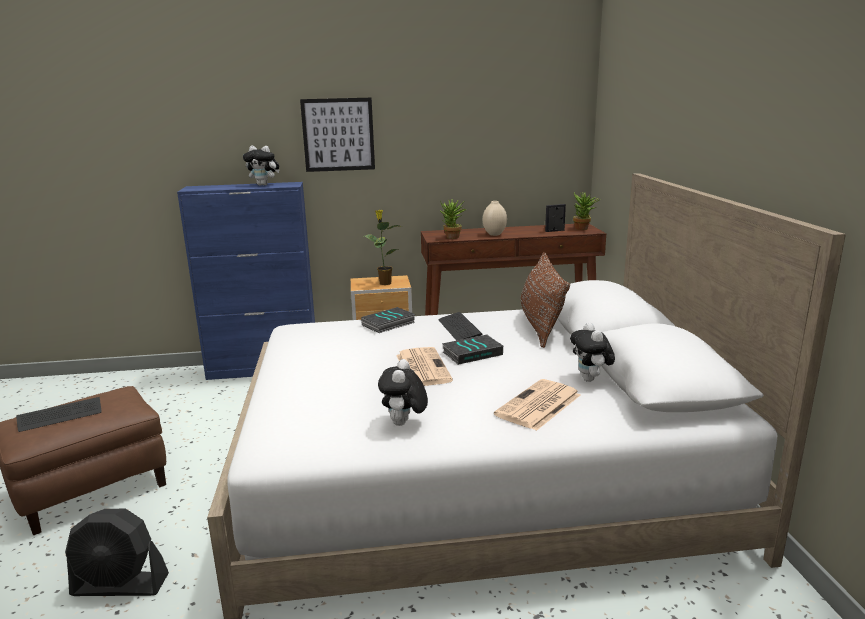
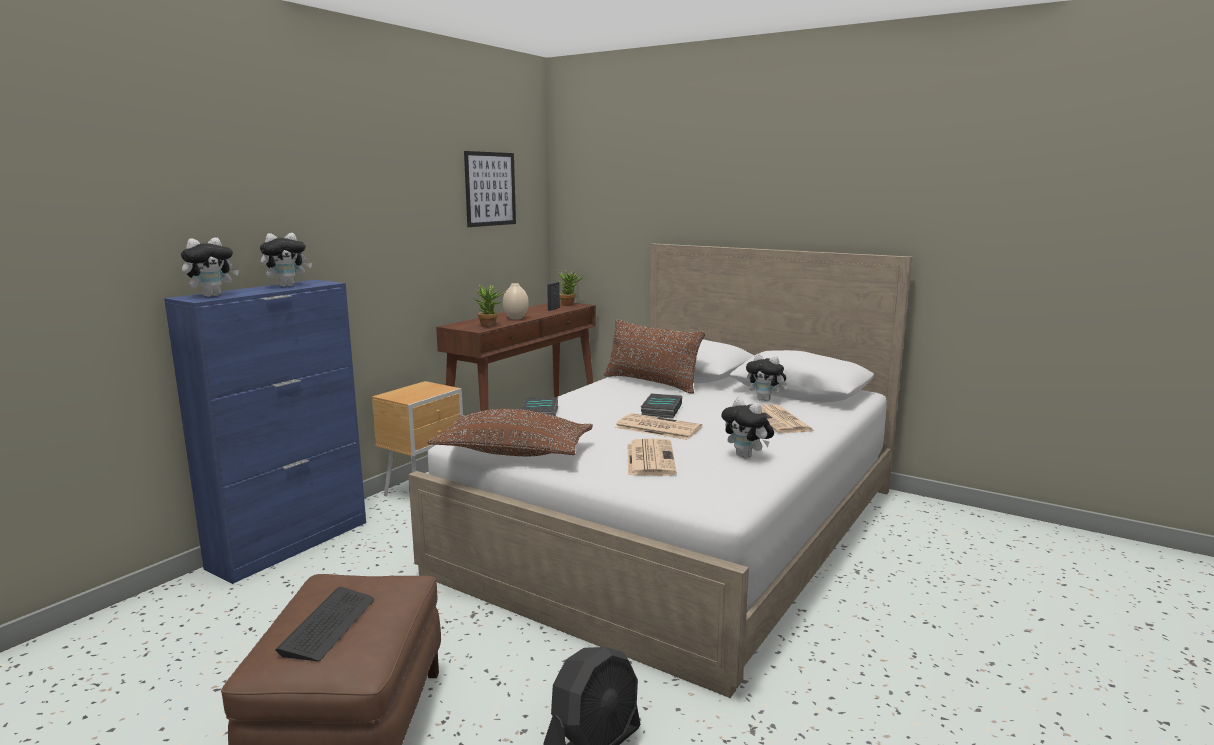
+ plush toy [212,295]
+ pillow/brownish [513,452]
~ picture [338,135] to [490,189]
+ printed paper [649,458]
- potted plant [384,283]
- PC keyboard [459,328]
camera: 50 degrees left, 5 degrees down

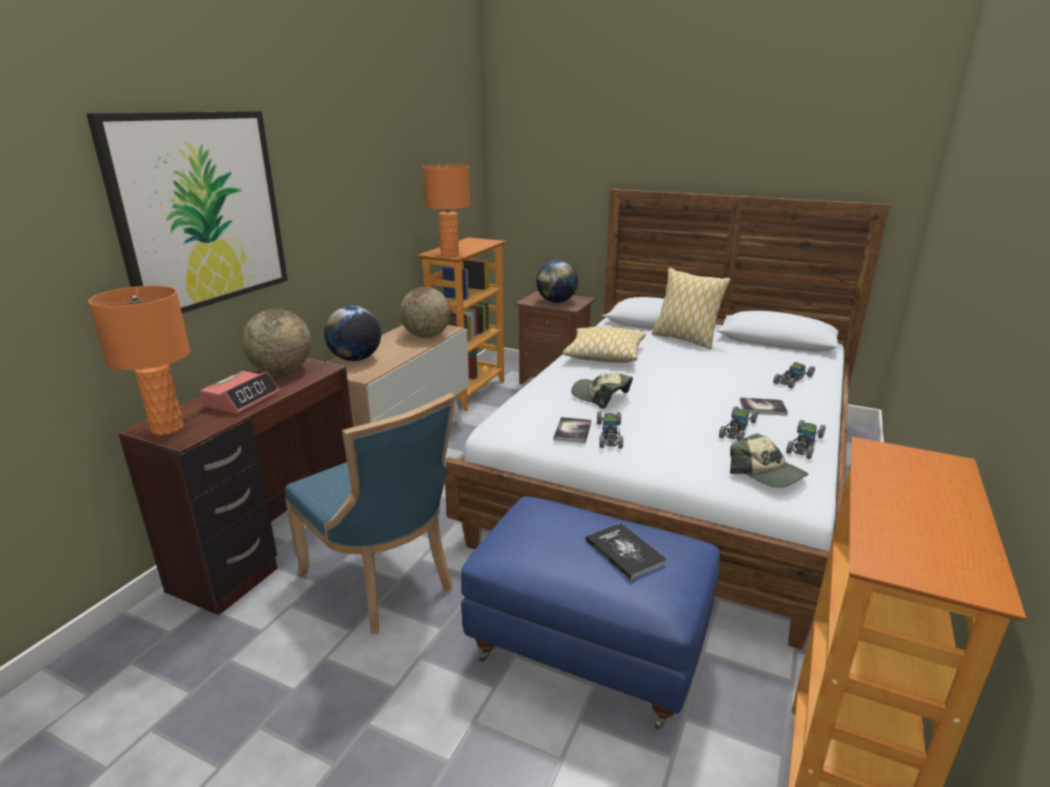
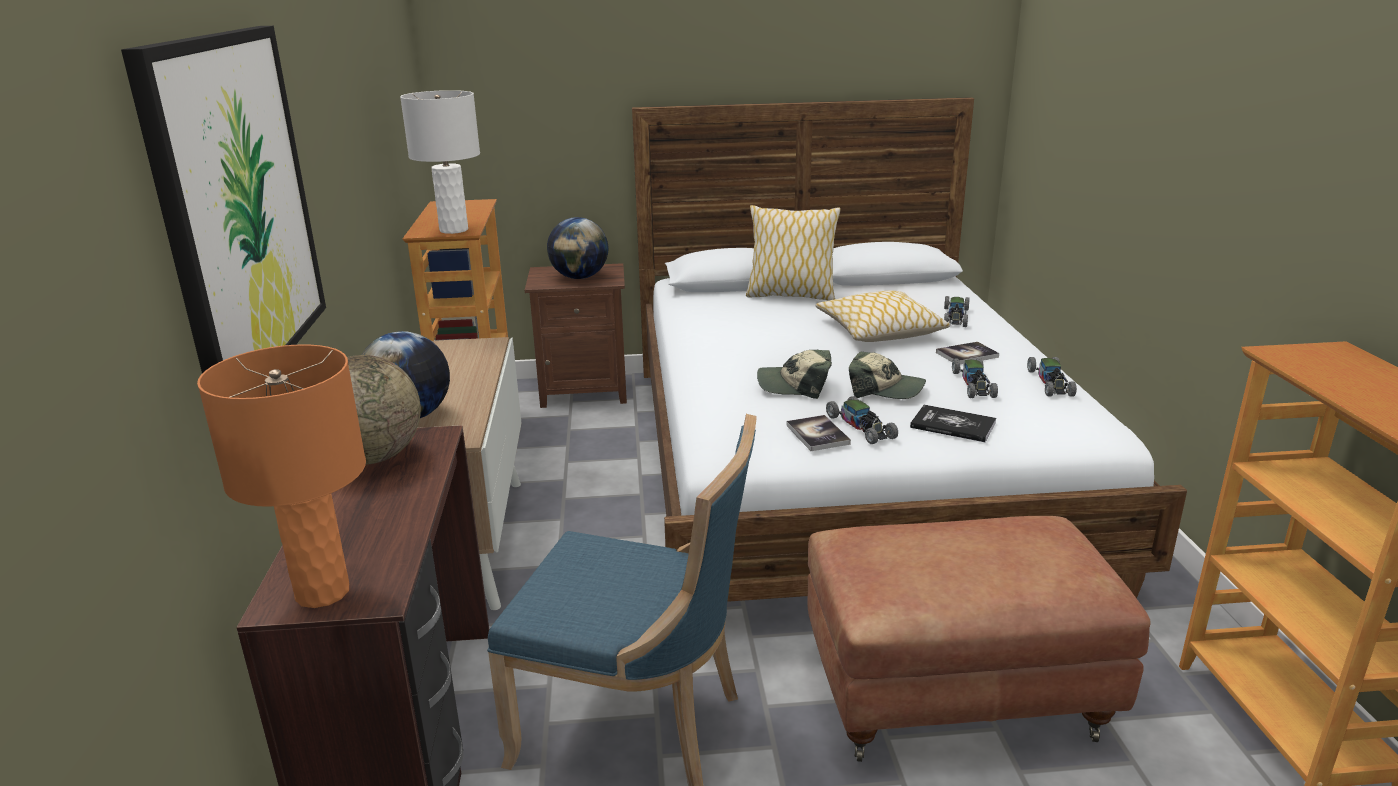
~ table lamp/orangey [449,254] to table lamp/white-coloured [453,230]
~ ottoman/bluish [589,649] to ottoman/brownish [954,694]
~ pillow [604,355] to [879,331]
~ baseball cap [767,473] to [885,390]
~ book [625,551] to [953,425]
- alarm clock [242,400]
- world globe [427,336]
camera: 30 degrees left, 0 degrees up

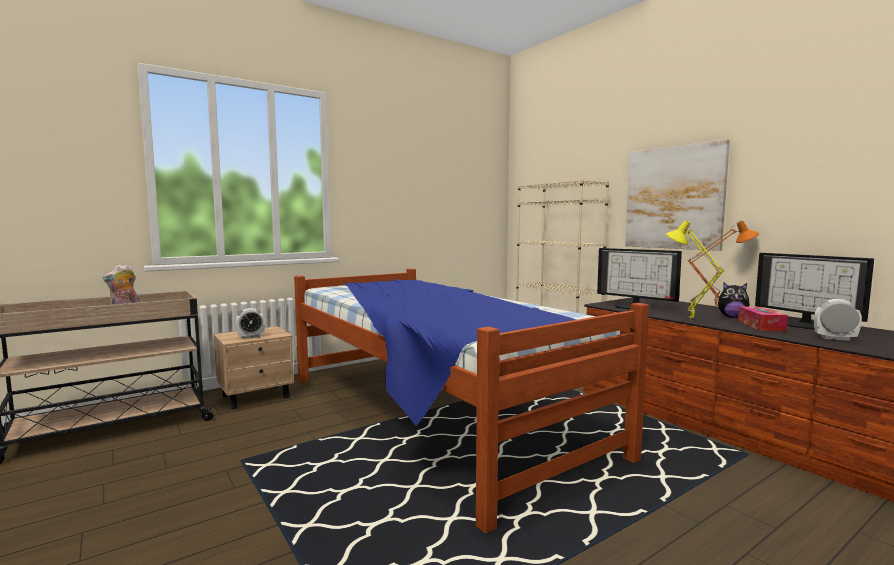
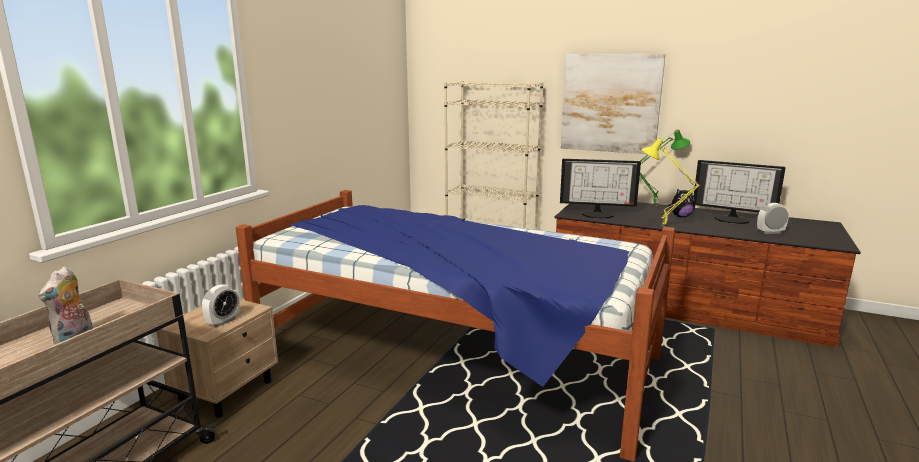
~ table lamp/orangey [717,308] to table lamp/green-coloured [655,205]
- box of tissues [761,325]
camera: 30 degrees left, 10 degrees up

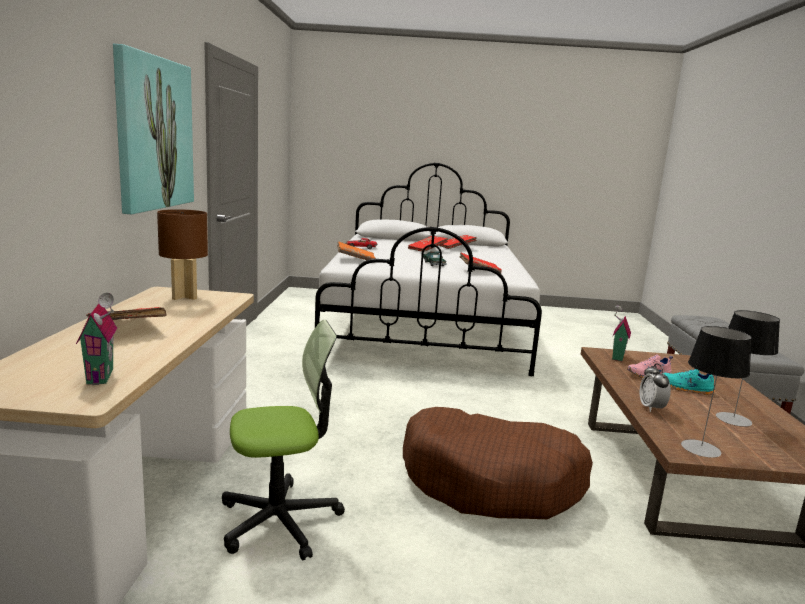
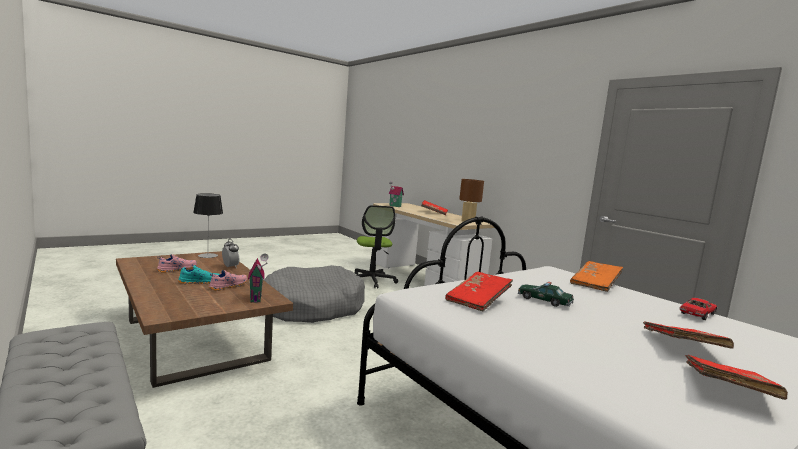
~ table lamp [733,419] to item of footwear/pink [177,269]
~ pet bed/brownish [491,481] to pet bed/gray [312,307]
~ computer chair [280,520] = [372,280] 45 degrees counterclockwise
- picture [153,134]
camera: 140 degrees right, 5 degrees down

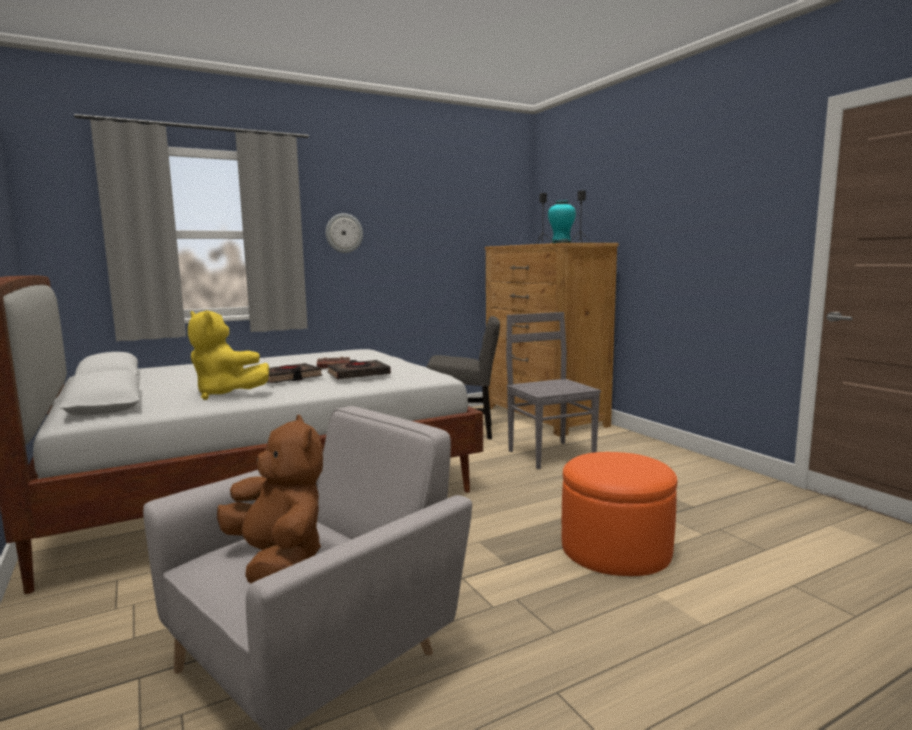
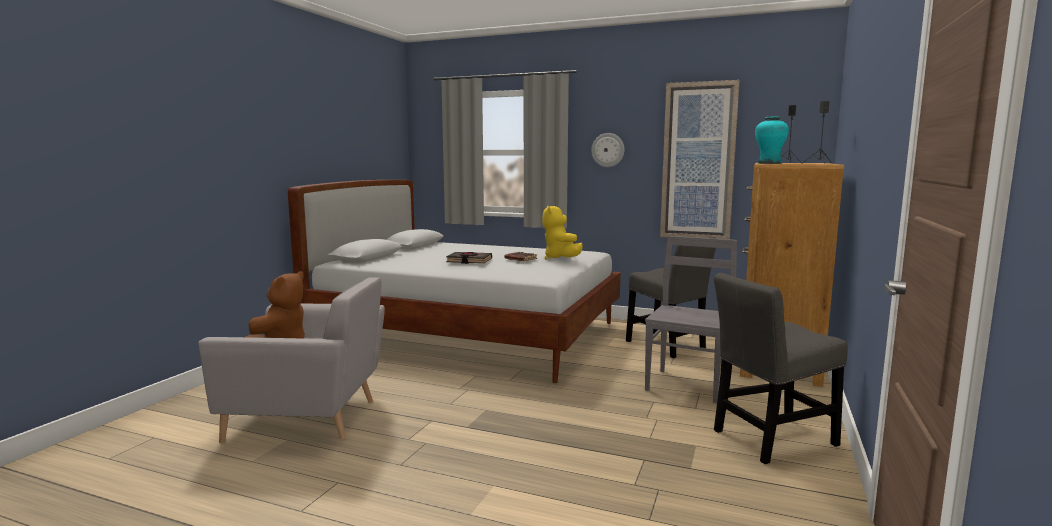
~ plush toy/yellow [225,394] to [561,259]
+ picture [698,161]
+ chair/gray [770,439]
- book/black-coloured [358,374]
- ottoman/orangey [616,549]
camera: 50 degrees right, 0 degrees up

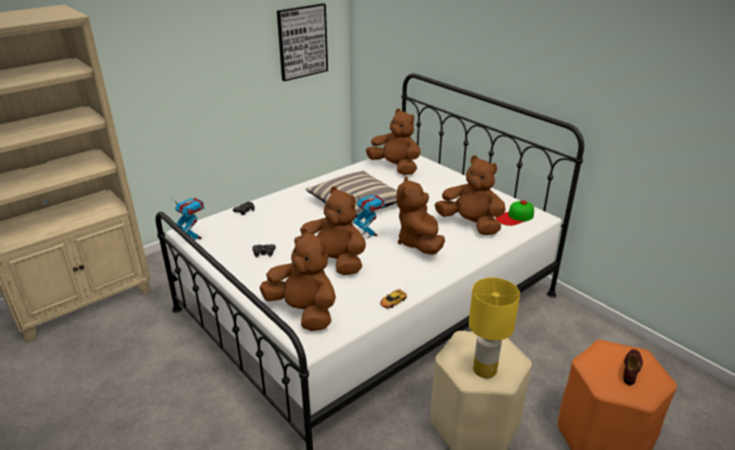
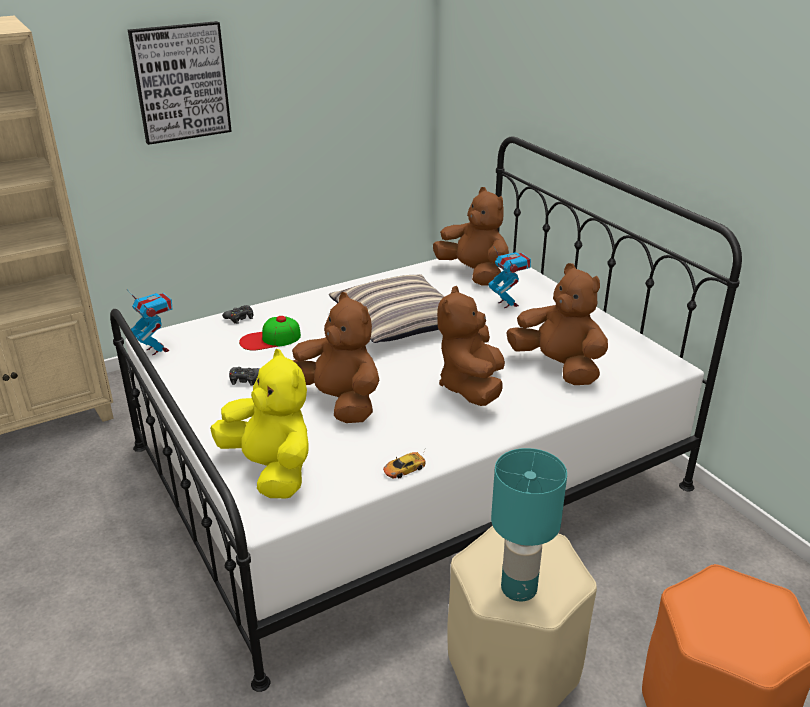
~ picture [302,41] to [181,82]
~ plush toy/brownish [303,312] to plush toy/yellow [271,469]
~ baseball cap [515,217] to [270,339]
~ robot figure [369,234] to [507,303]
~ table lamp/yellow [484,370] to table lamp/turquoise [518,589]
- item of footwear/brownish [631,369]
camera: 10 degrees right, 0 degrees up

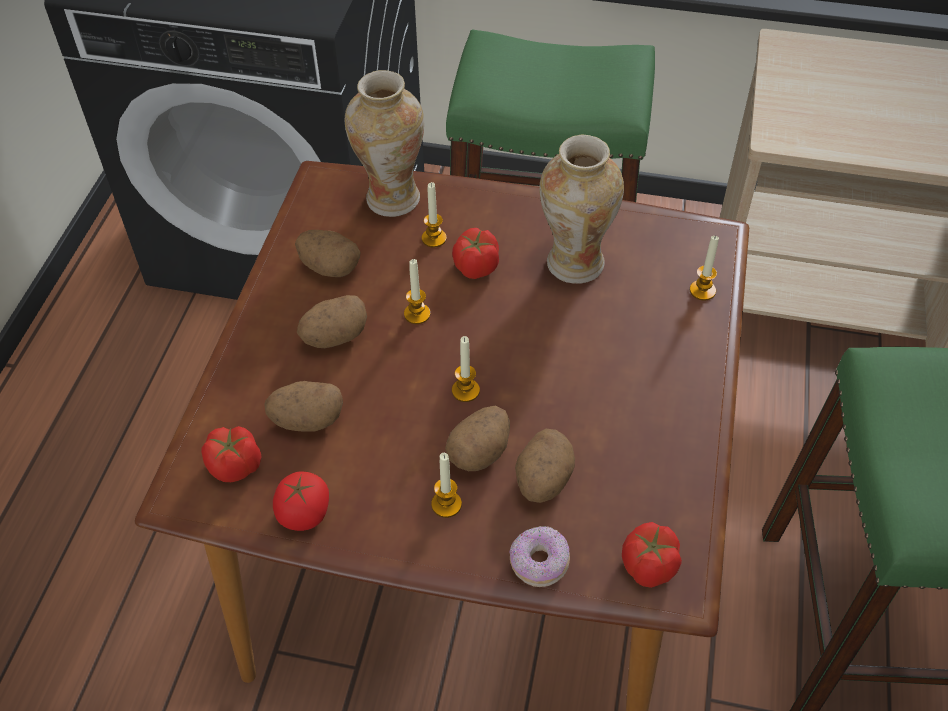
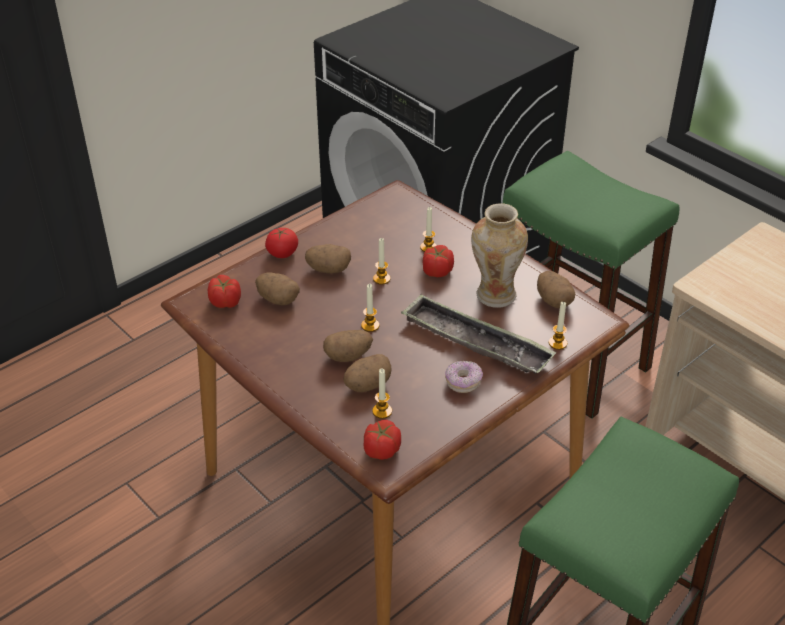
~ tomato [304,513] to [282,253]
~ wax light [446,504] to [382,411]
+ serving tray [476,342]
~ doughnut [538,563] to [463,382]
~ potato [329,267] to [553,300]
- vase [391,198]
camera: 35 degrees right, 10 degrees down

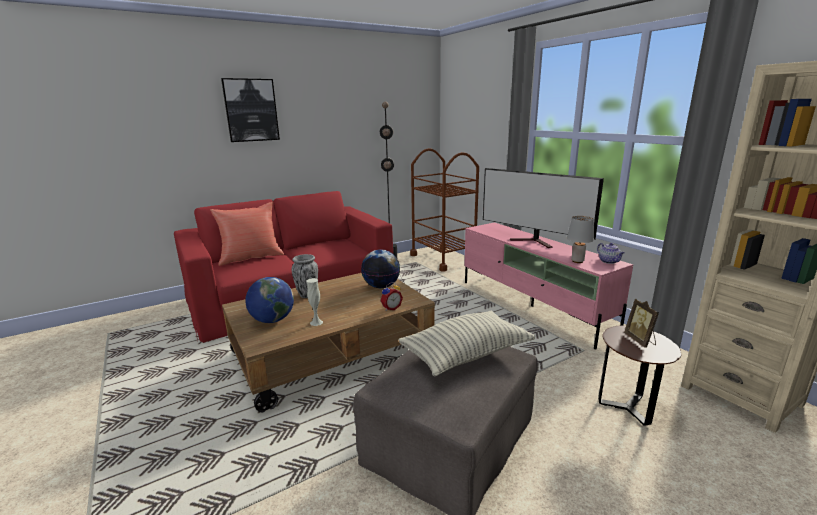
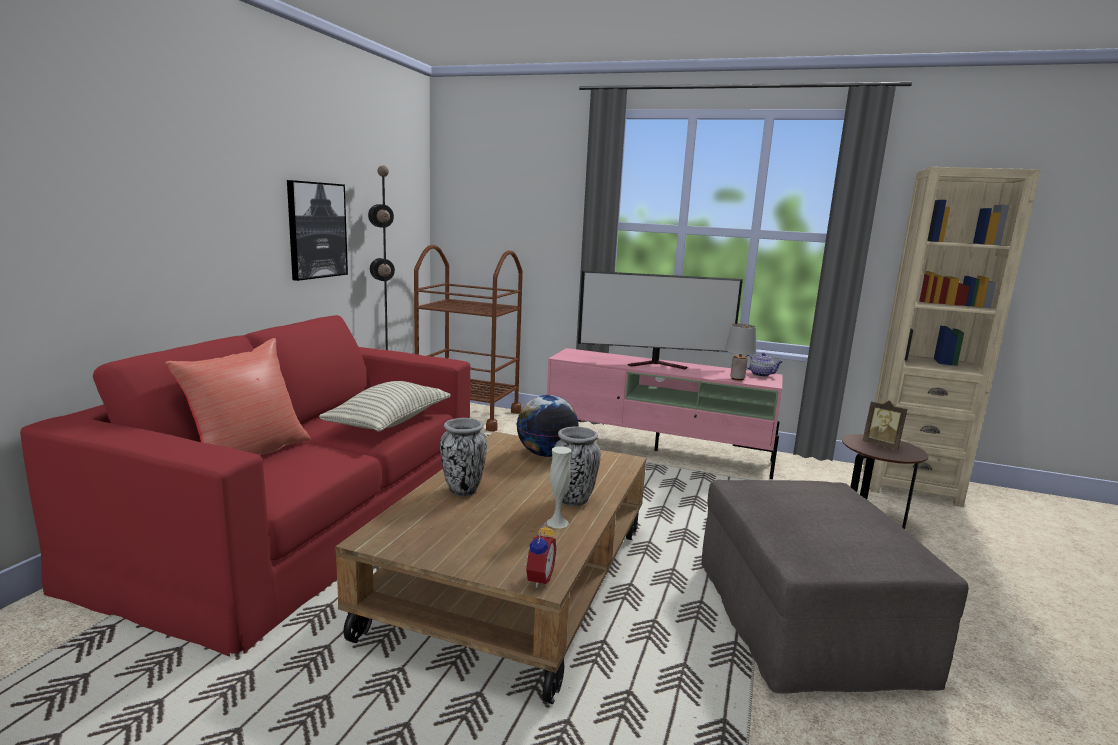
~ picture [251,110] to [316,230]
~ pillow [466,354] to [389,423]
~ alarm clock [391,308] to [537,578]
+ vase [573,500]
- world globe [272,320]
camera: 40 degrees left, 5 degrees down

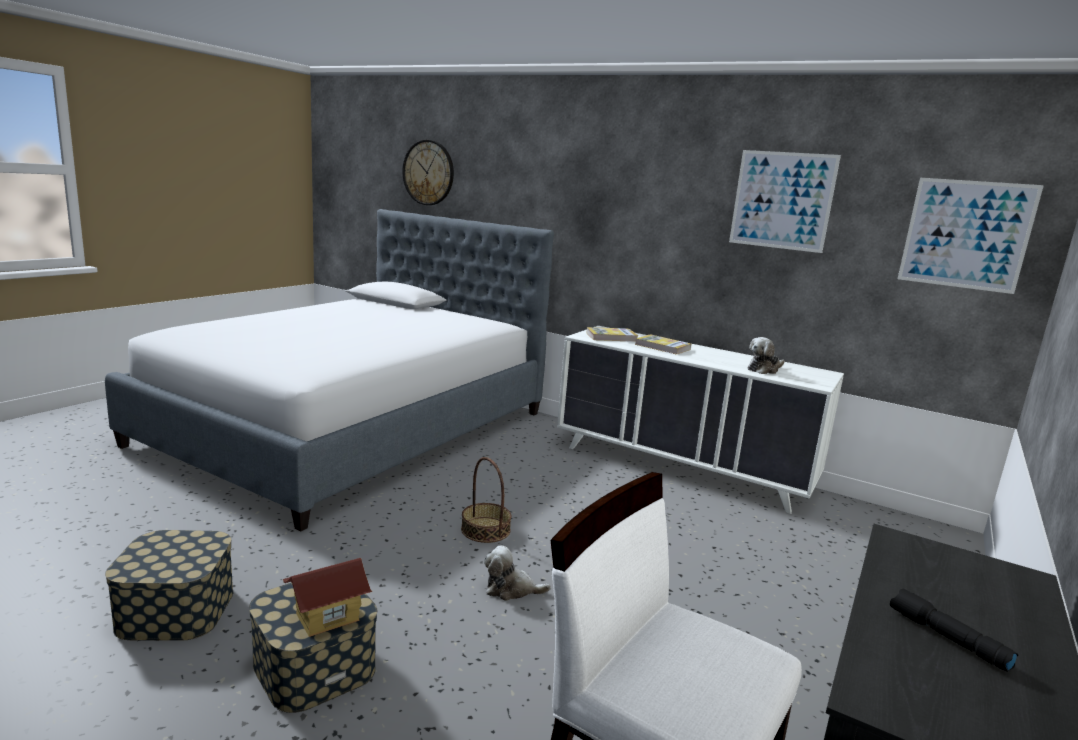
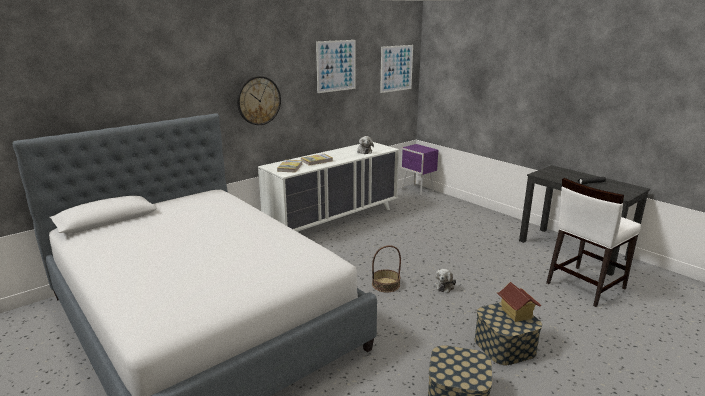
~ wall clock [428,172] to [259,100]
+ night table/purple-coloured [417,190]
camera: 70 degrees left, 5 degrees up

